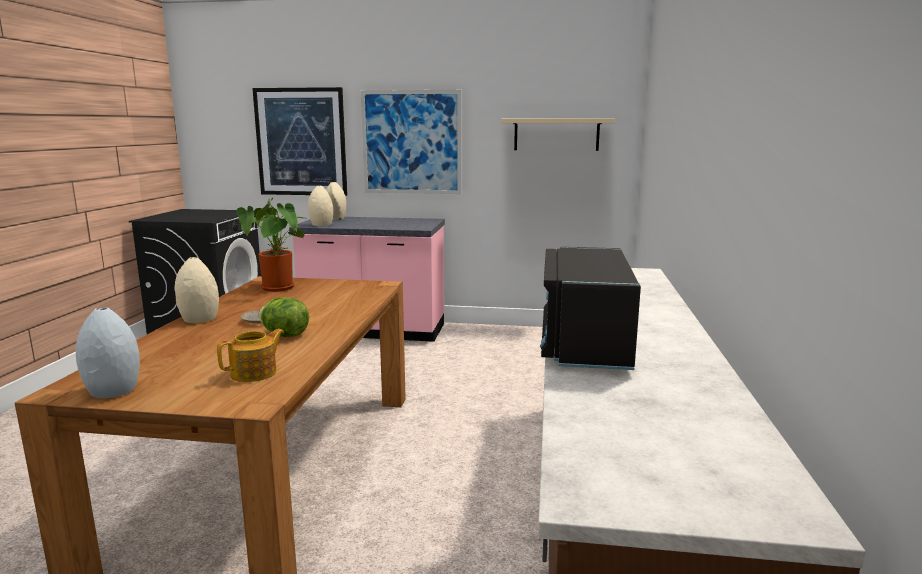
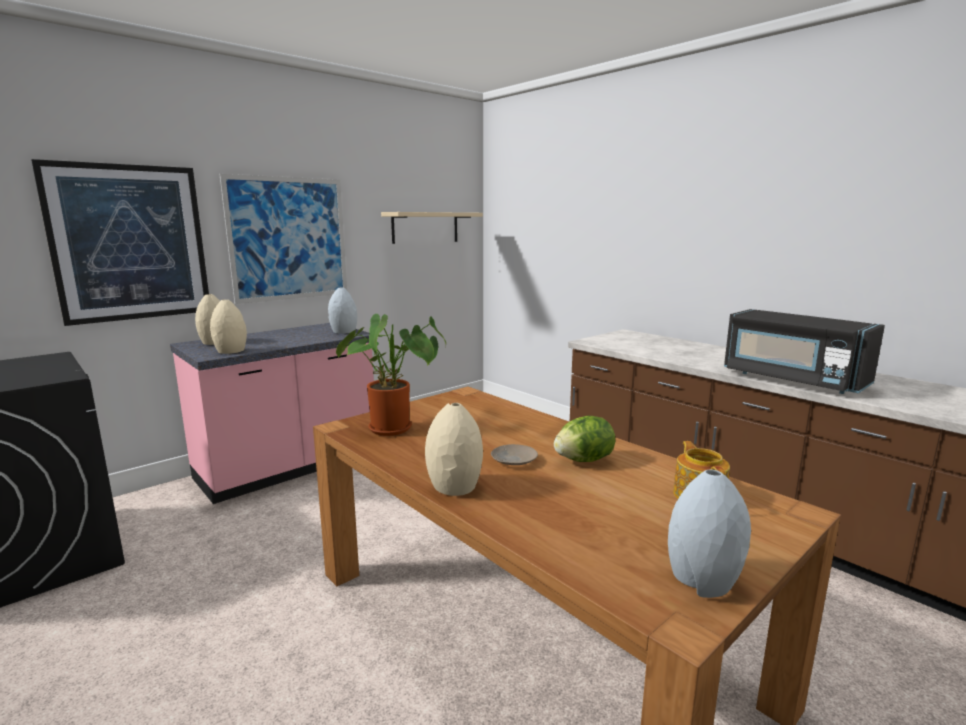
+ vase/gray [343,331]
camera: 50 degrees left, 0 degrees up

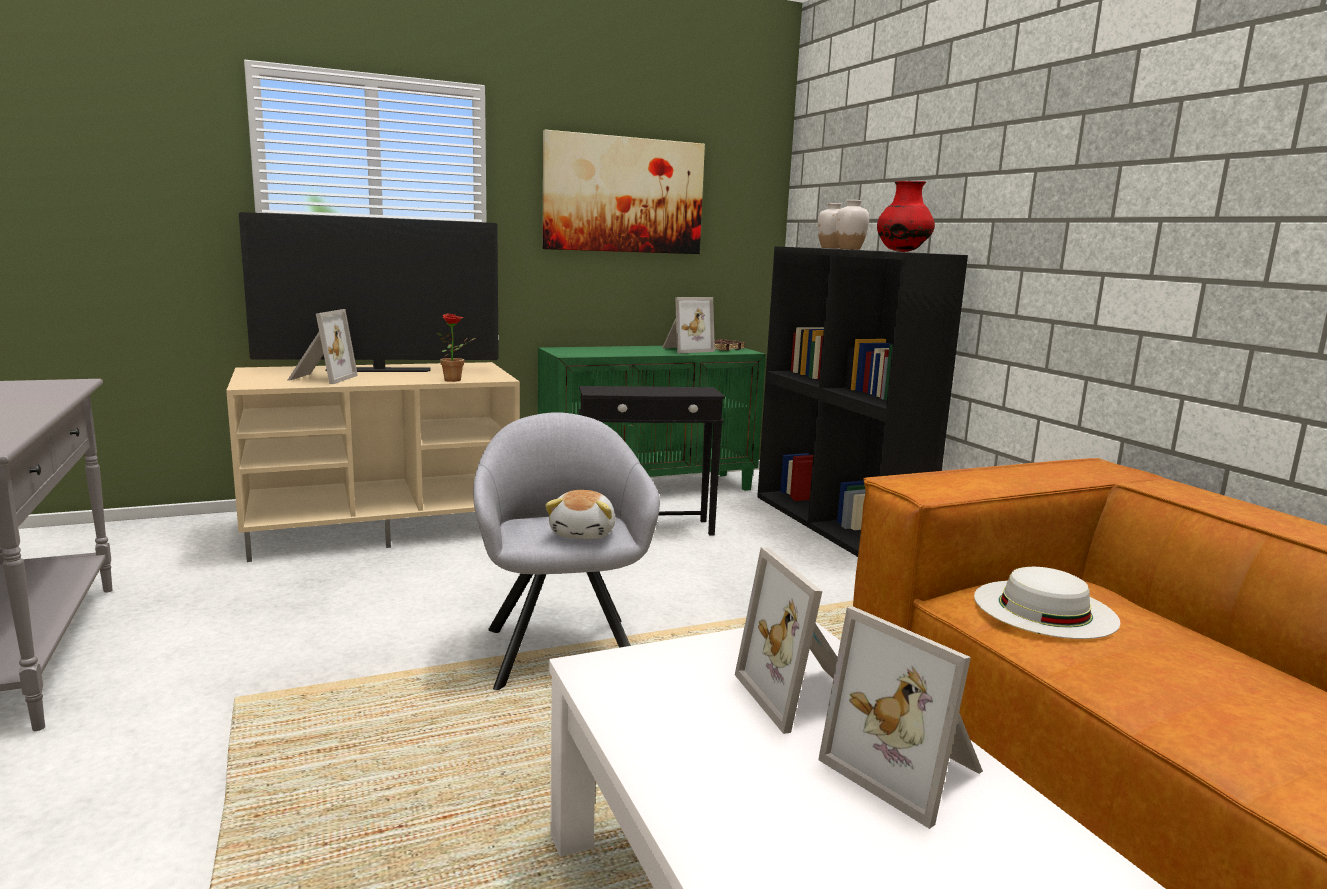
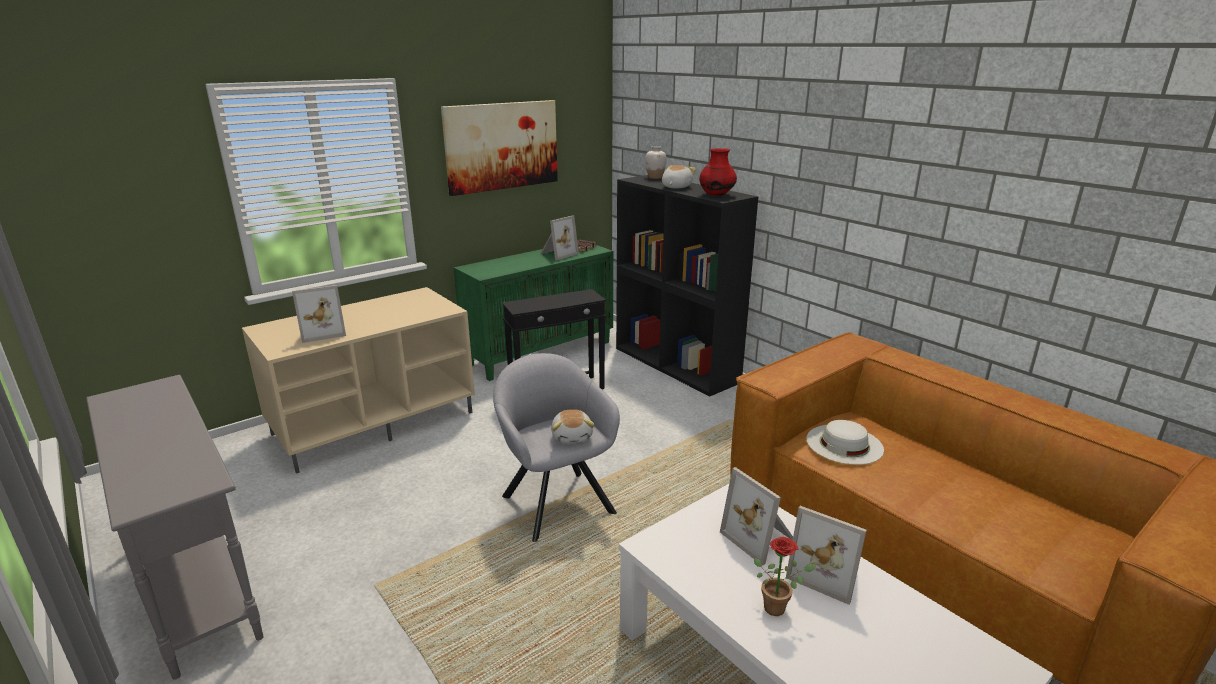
~ photo frame [320,378] = [322,332] 75 degrees clockwise
~ vase/white-coloured [849,249] to plush toy [675,187]
~ potted plant [456,380] to [778,607]
- TV [379,370]
camera: 15 degrees left, 10 degrees up

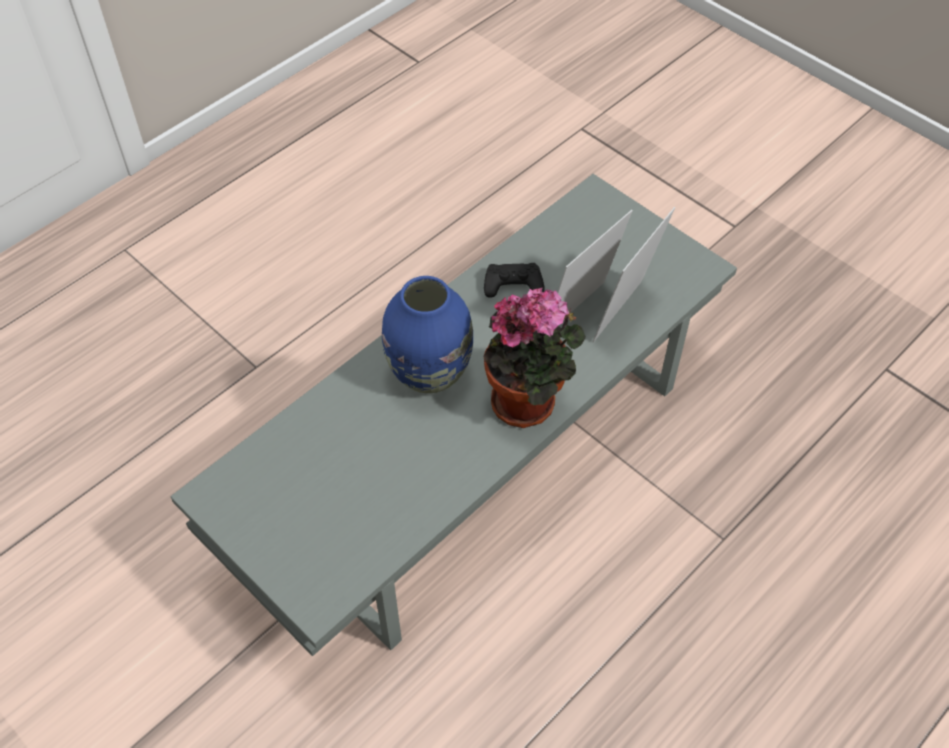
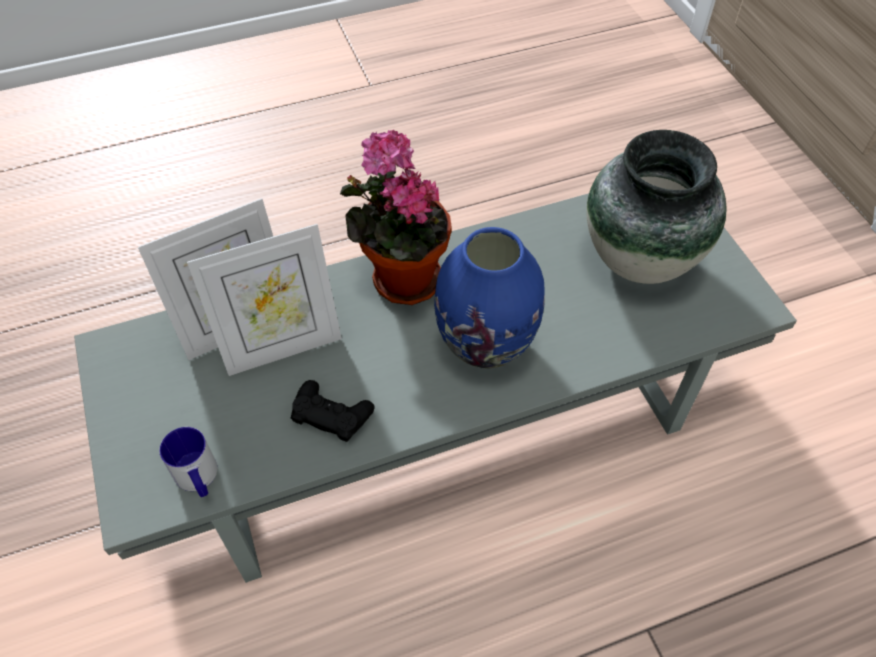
+ coffee mug [198,478]
+ vase [641,260]
camera: 155 degrees left, 0 degrees up

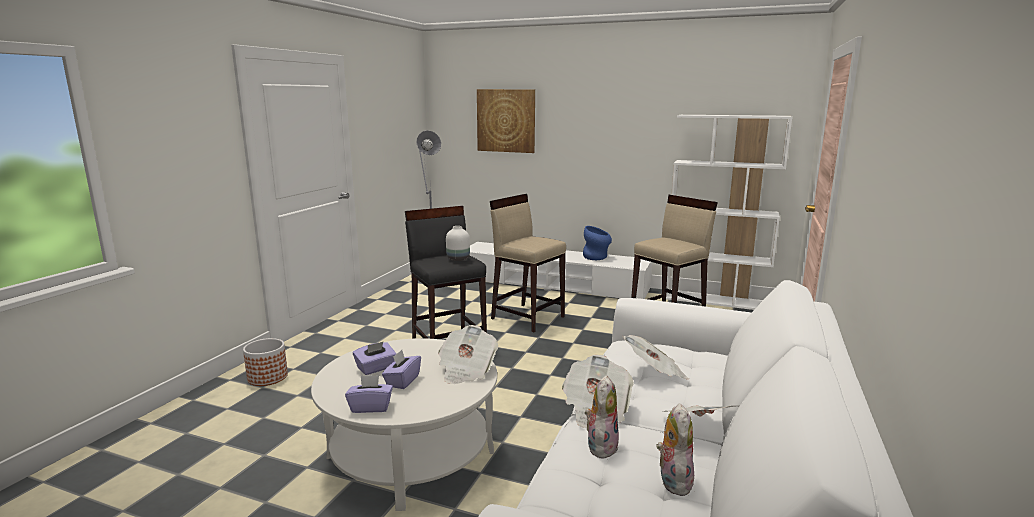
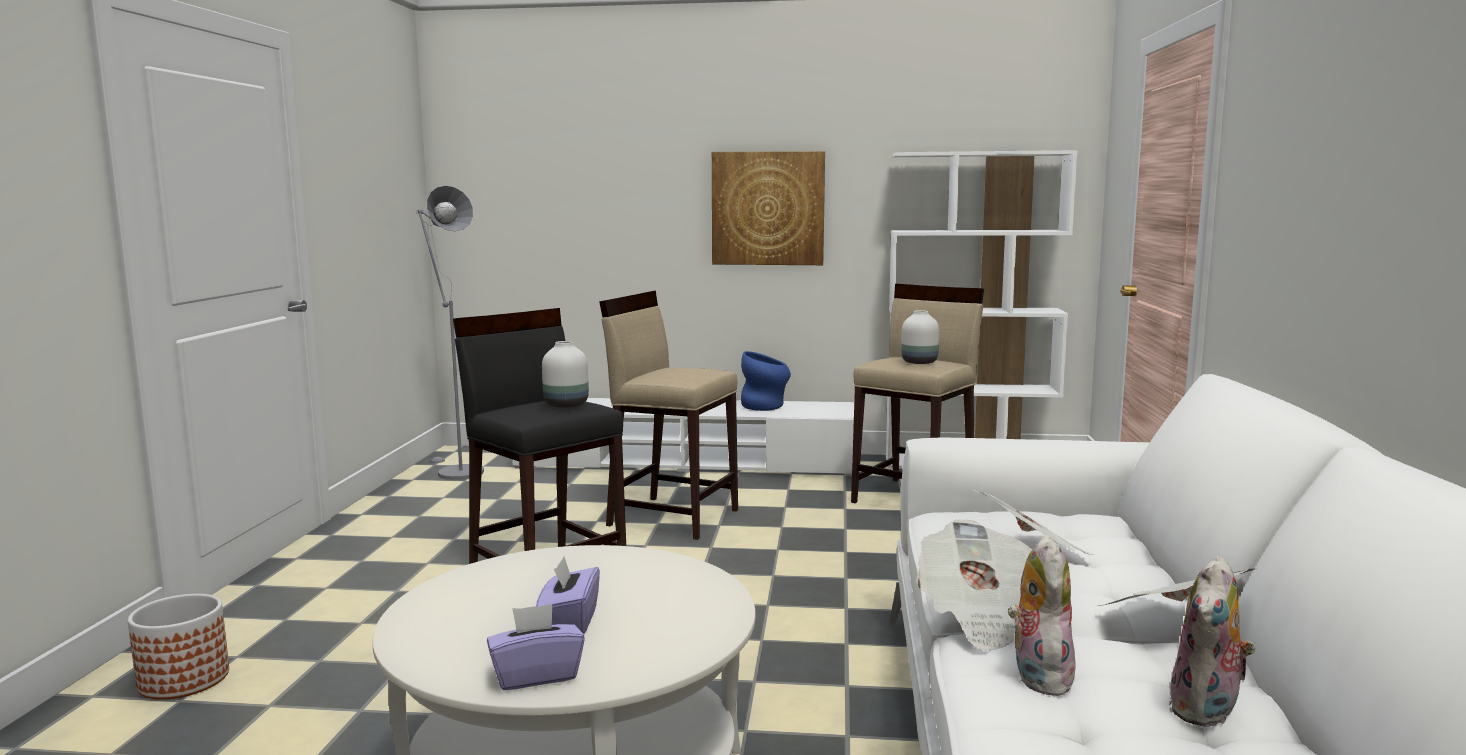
~ picture [506,120] to [768,208]
+ vase/white-coloured [918,362]
~ plush toy [672,480] = [1207,712] 135 degrees counterclockwise
- box of tissues/purple-coloured [376,368]
- printed paper [466,370]
camera: 15 degrees left, 5 degrees down

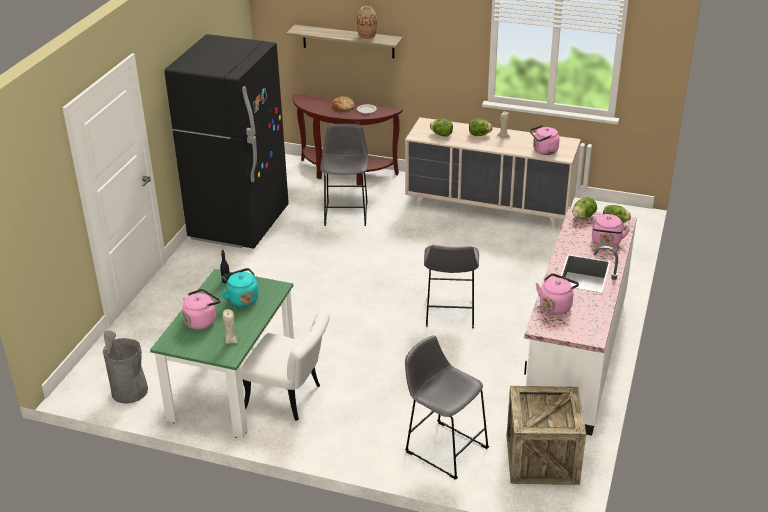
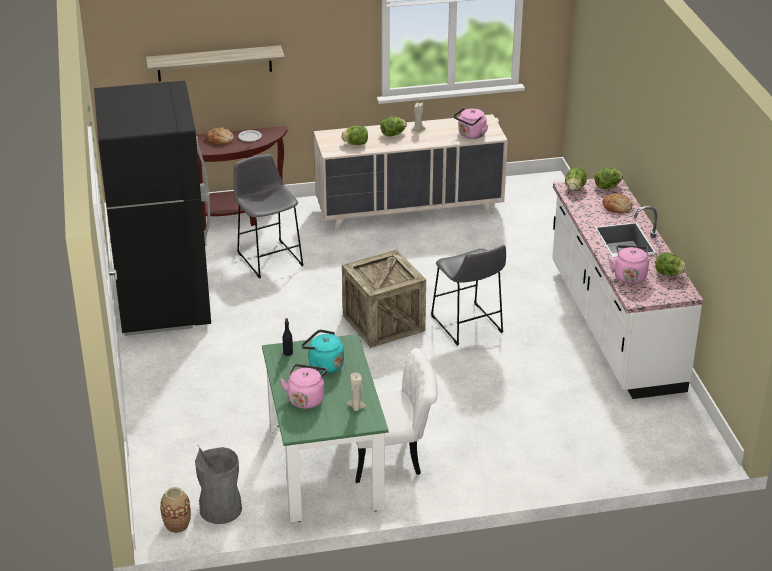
~ vase [367,36] to [177,525]
~ crate [542,459] to [383,323]
~ tea kettle/pink [606,242] to bread [617,206]
+ head of lettuce [668,273]
- sitting stool/gray [443,447]
camera: 30 degrees left, 0 degrees up

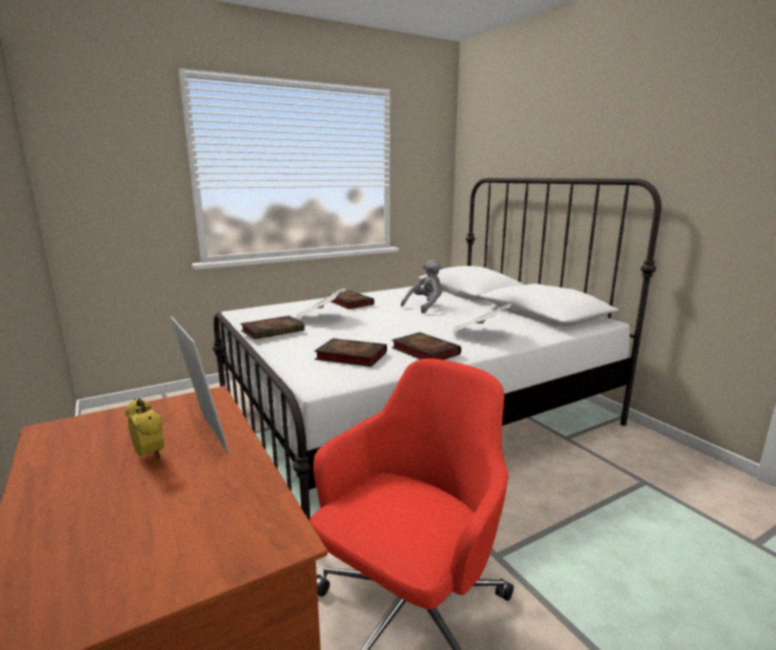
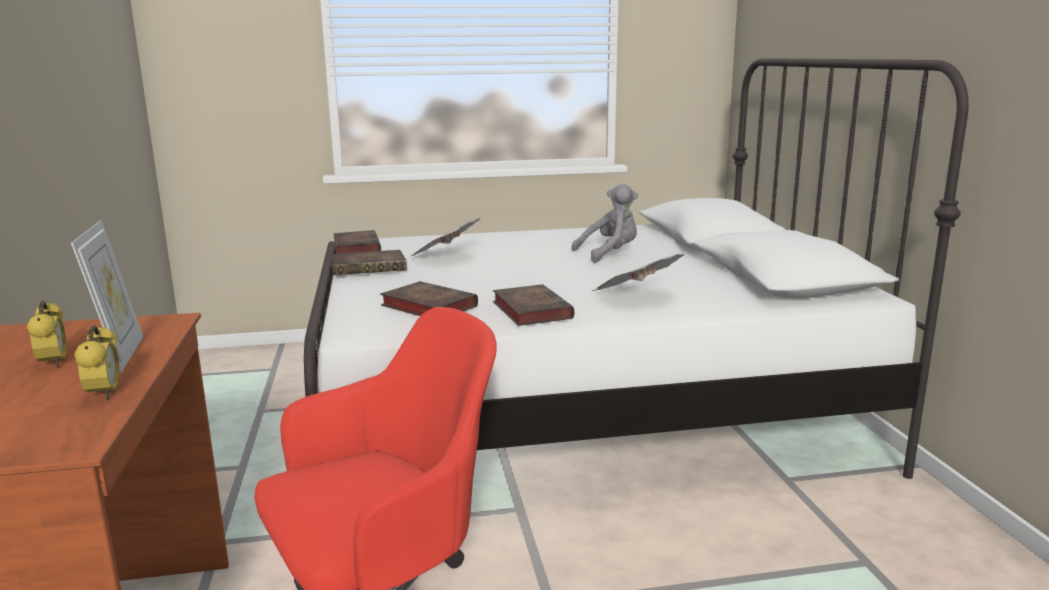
+ alarm clock [105,394]
~ book [349,303] to [356,247]
camera: 20 degrees right, 0 degrees up

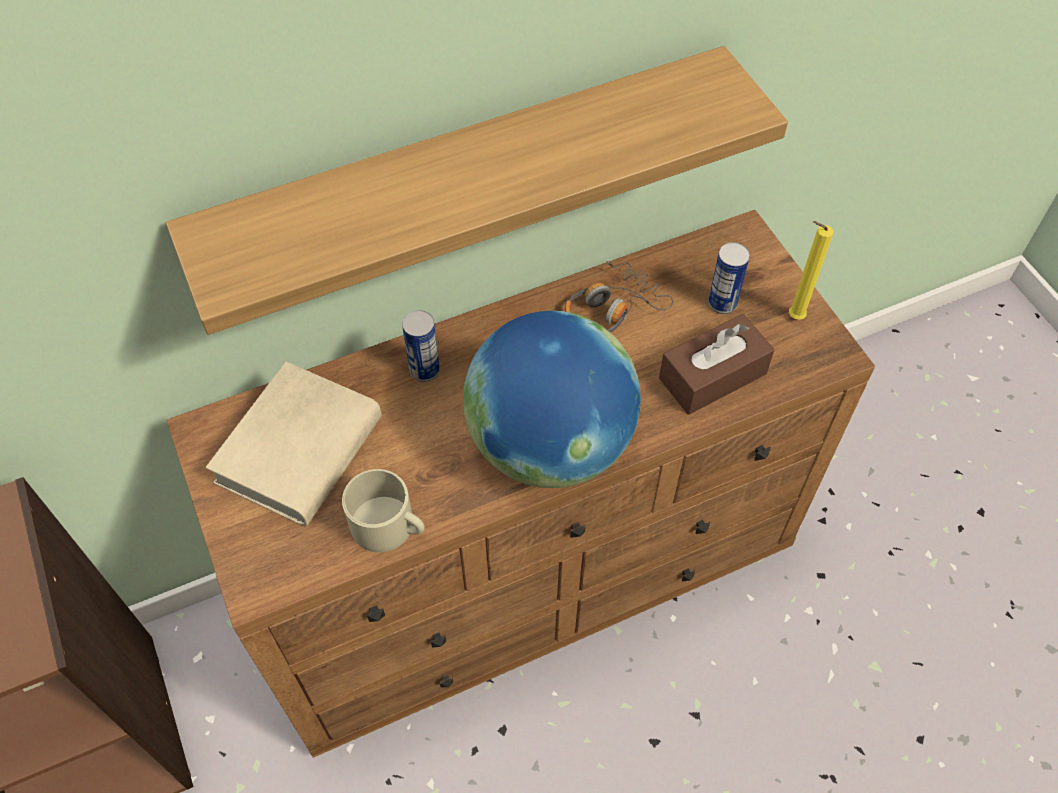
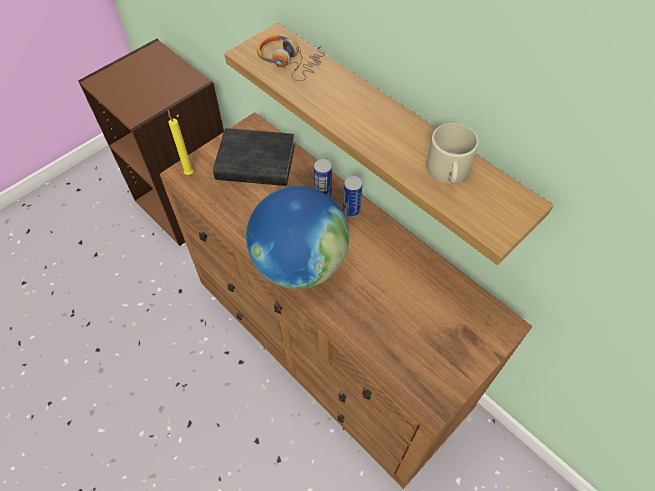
~ wax light/yellow [793,317] to [189,172]
~ book/sand-coloured [299,451] to book/black-coloured [256,163]
~ headphones [612,309] to [289,62]
~ can [722,303] to [351,211]
~ coffee mug/sand-coloured [389,527] to [448,171]
- box of tissues/brownish [712,376]
camera: 70 degrees right, 0 degrees up

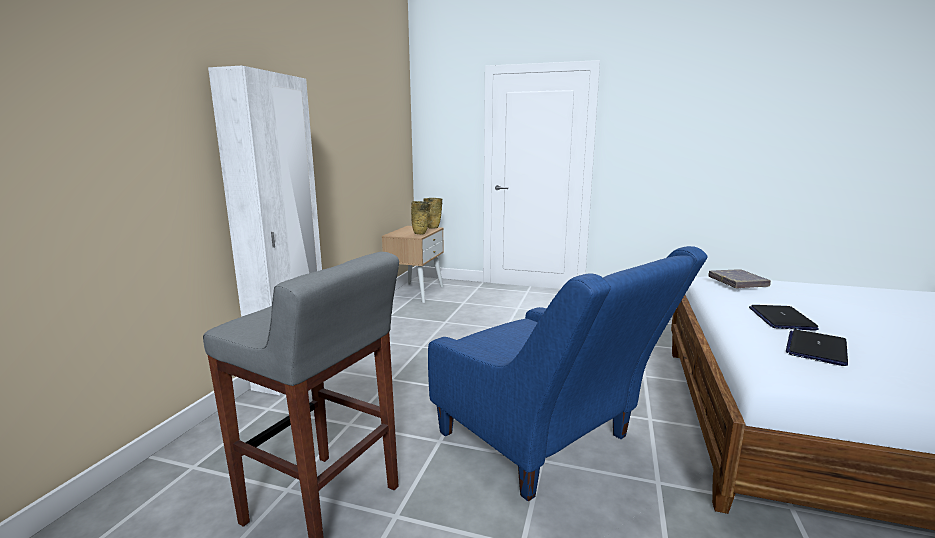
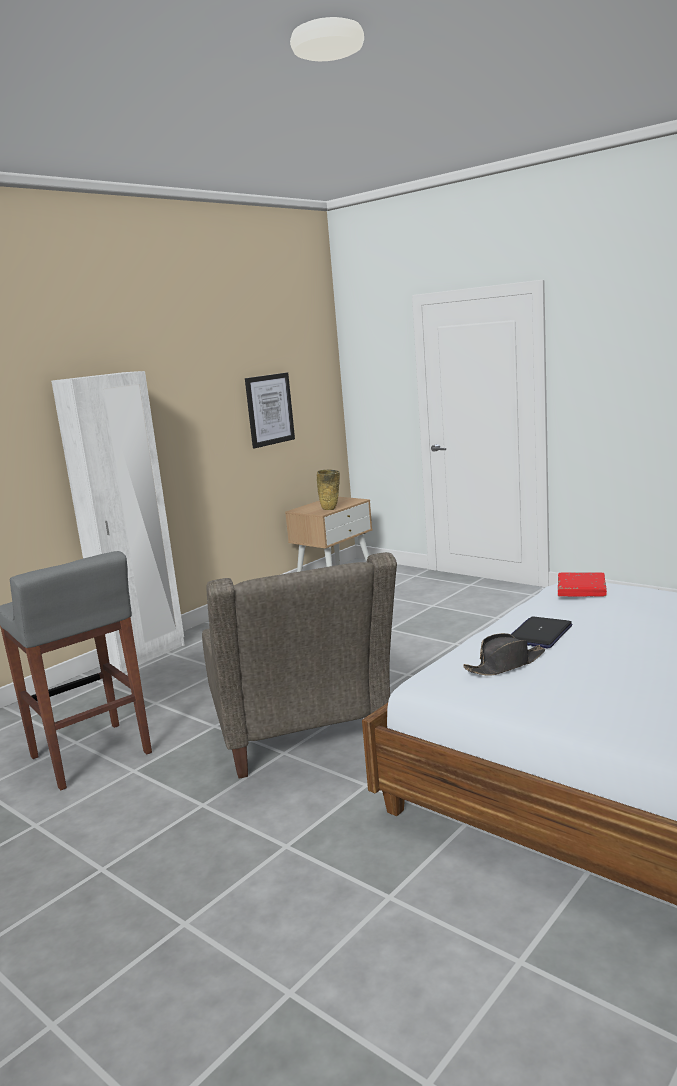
~ lounge chair/bluish [548,445] to lounge chair/gray [303,742]
+ picture [269,409]
~ portable computer [816,348] to hat/black-coloured [505,665]
~ book/gray [737,282] to book/red [581,589]
- vase/sand-coloured [433,228]
camera: 25 degrees right, 0 degrees up

